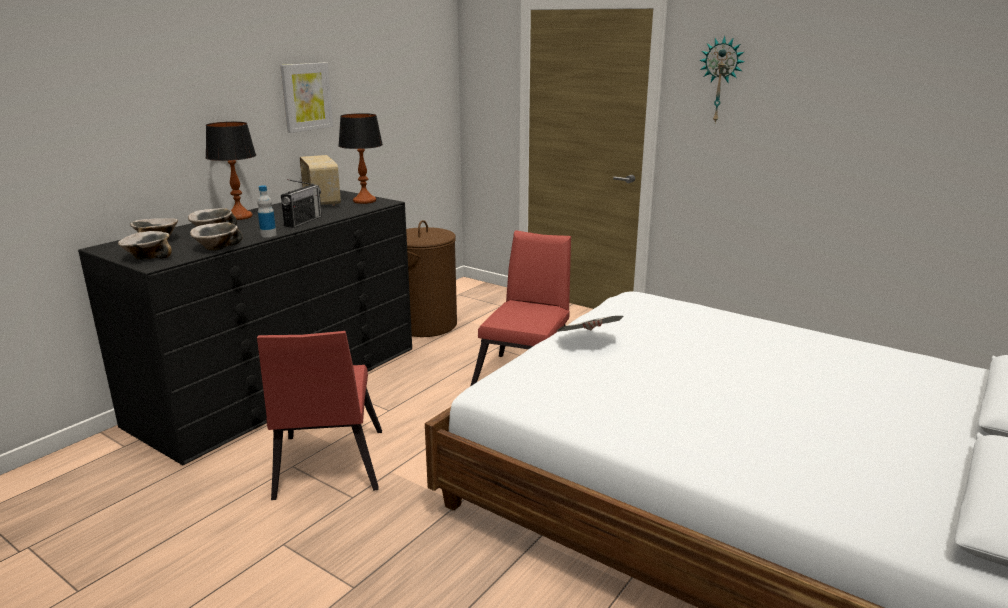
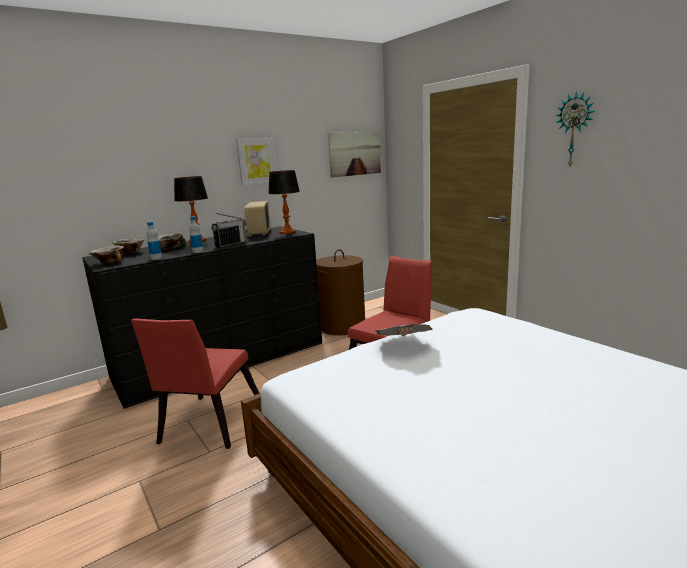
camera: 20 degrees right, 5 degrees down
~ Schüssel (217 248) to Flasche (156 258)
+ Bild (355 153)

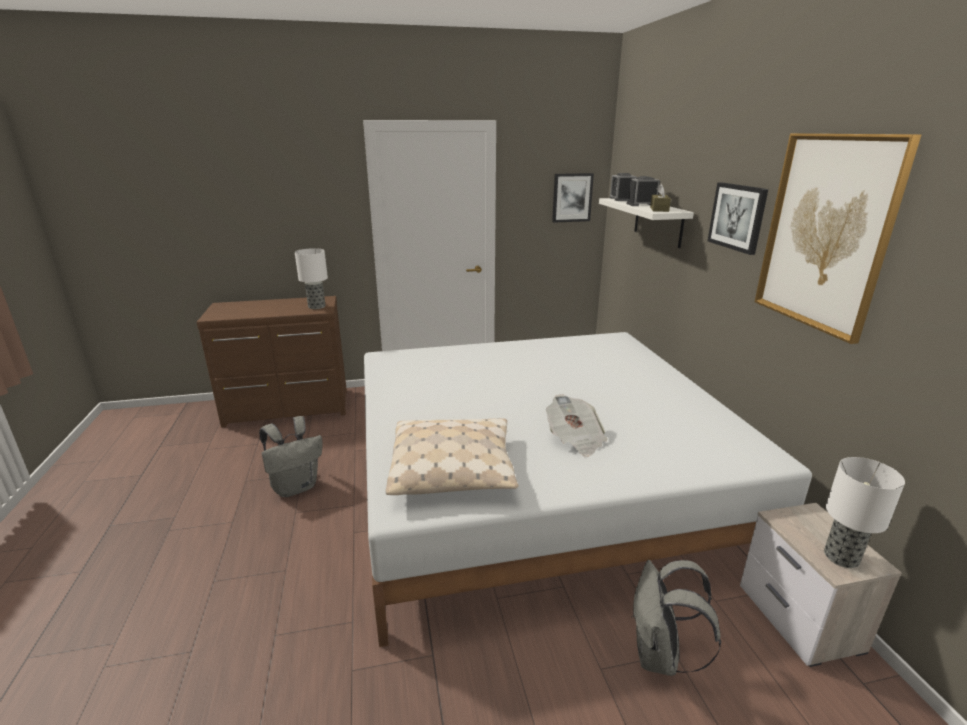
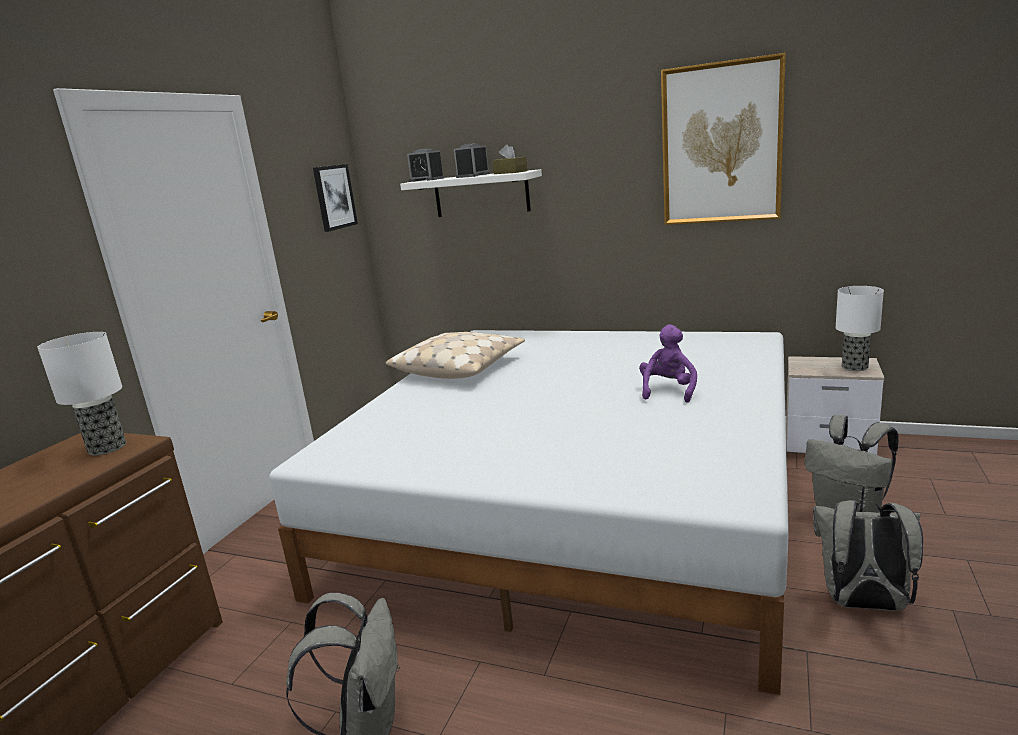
camera: 55 degrees left, 5 degrees down
~ Kissen/beige (453 469) to (459 367)
~ Zeitung (575 439) to Plüschtier/lila (668 391)
- Bild (737 217)
+ Rucksack/grau (863 604)

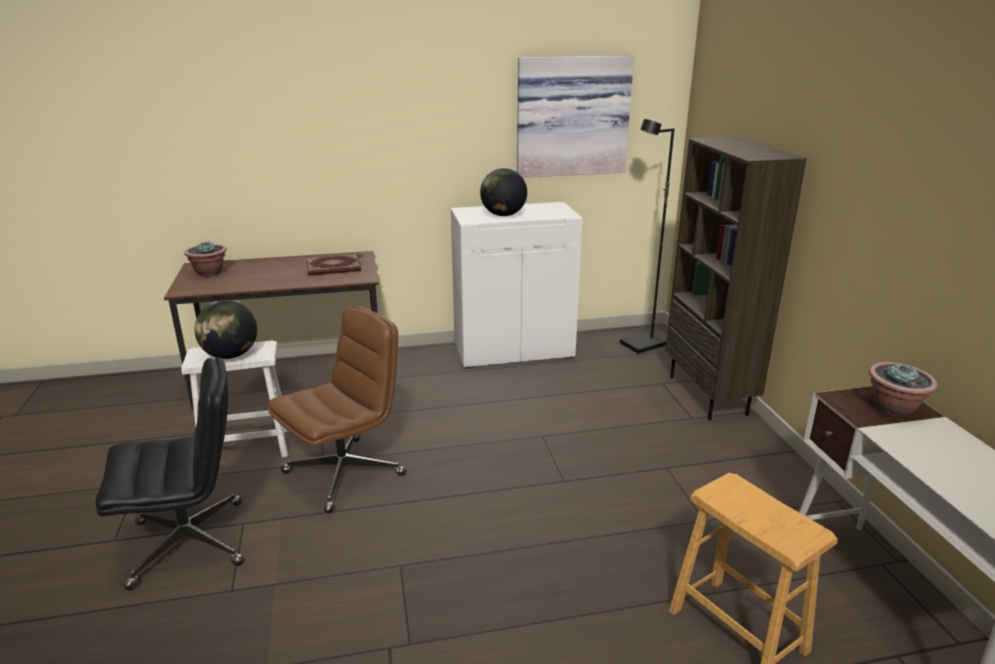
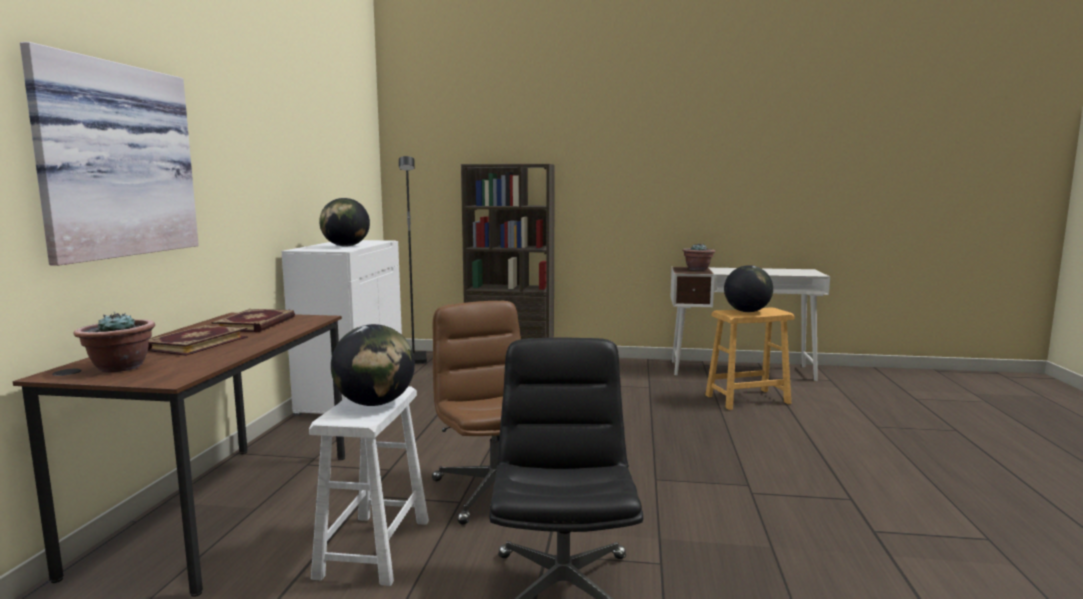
camera: 70 degrees left, 15 degrees down
~ Bild (572 116) to (113 160)
+ Buch (195 343)
+ Globus (747 311)

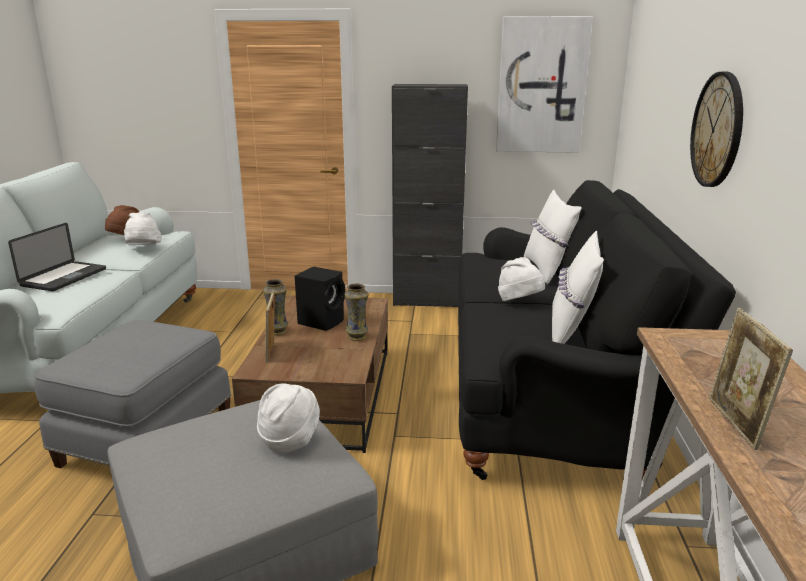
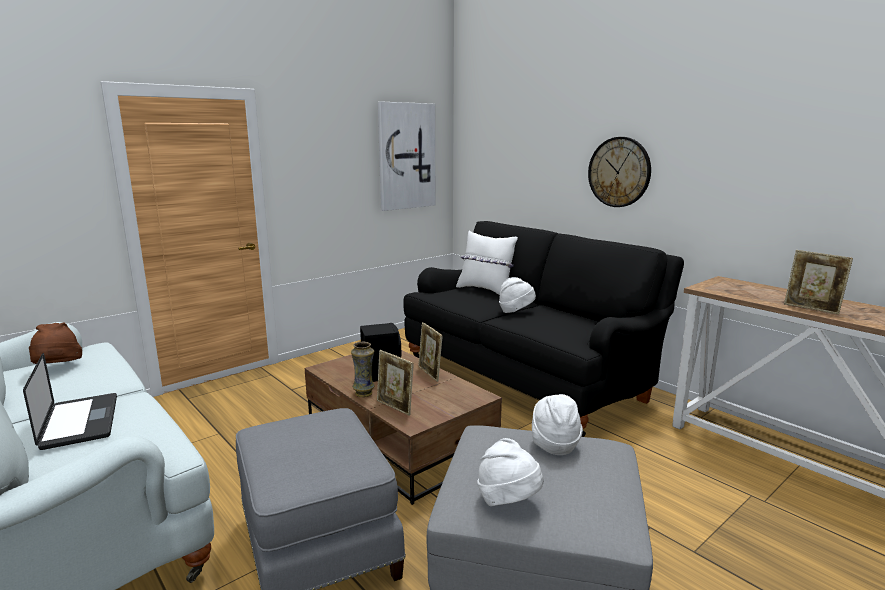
camera: 45 degrees left, 5 degrees down
~ Hut/weiß (143 248) to (508 501)
~ Vase (357 337) to Bilderrahmen (430 374)
- Schrank/schwarz (427 301)
- Kissen/weiß (571 332)

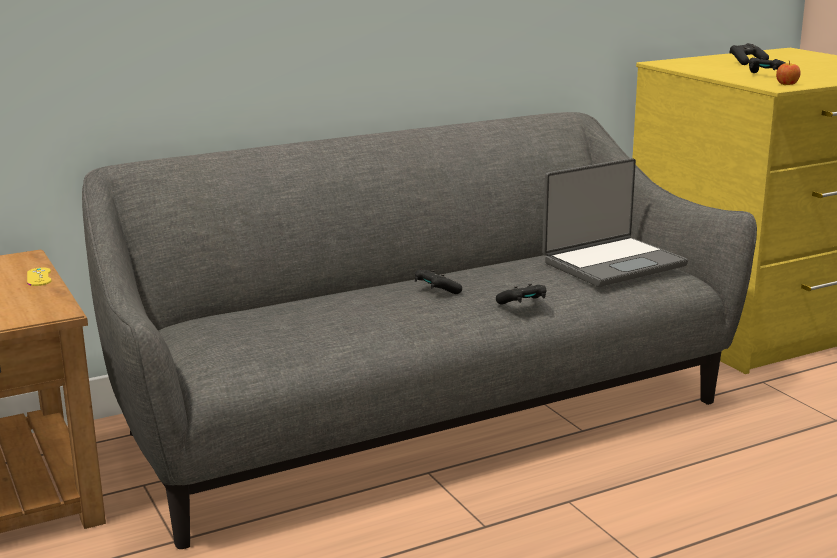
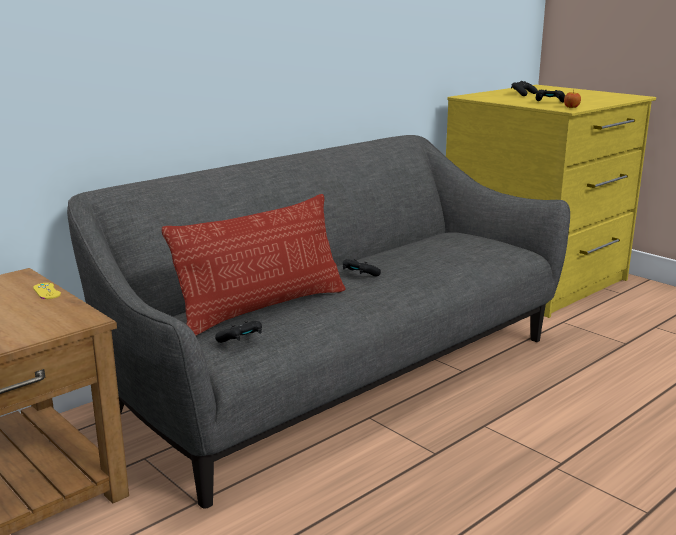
camera: 15 degrees left, 0 degrees up
~ Gamepad/schwarz (523 304) to (241 340)
- Laptop (612 263)
+ Kissen (262 309)

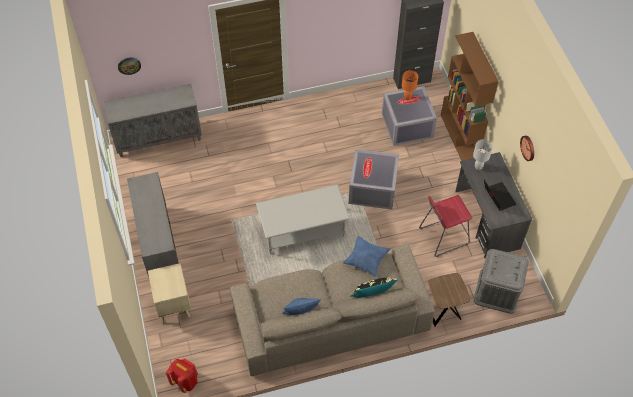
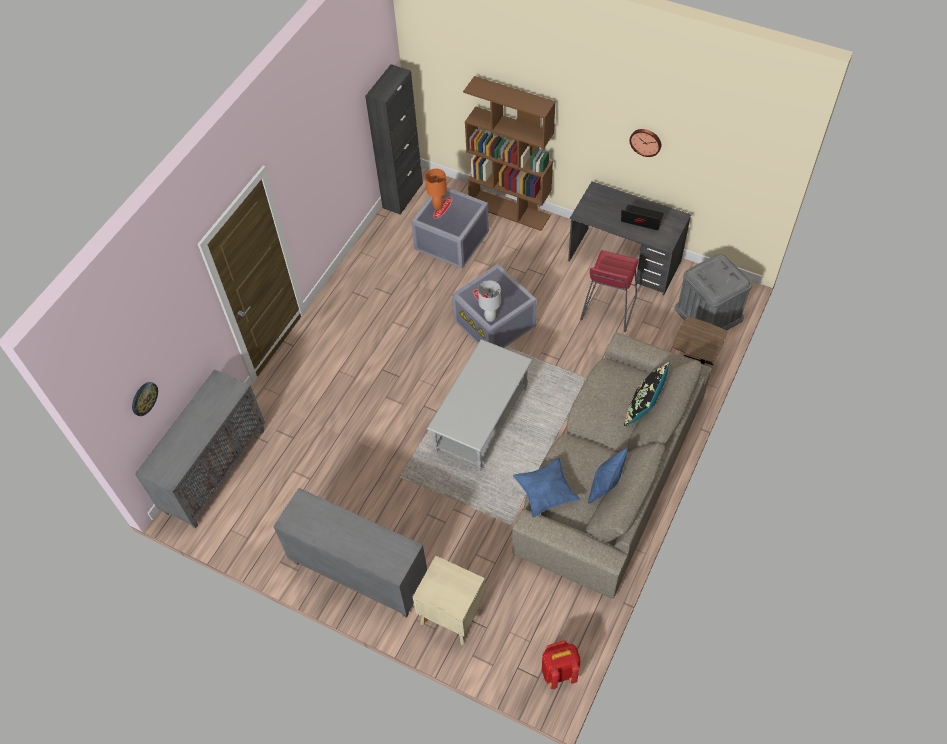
camera: 45 degrees left, 0 degrees up
~ Kissen/blau (366 260) to (546 492)
~ Tischlampe/weiß (478 167) to (490 317)

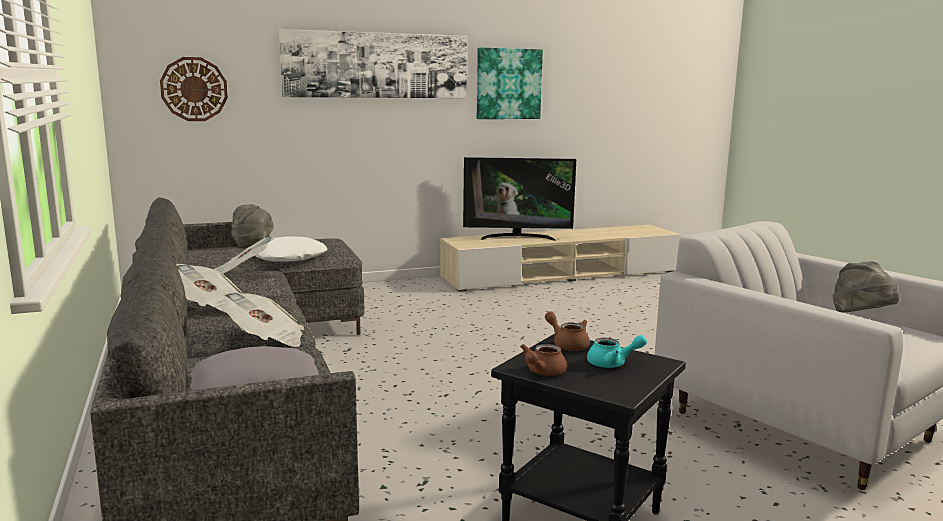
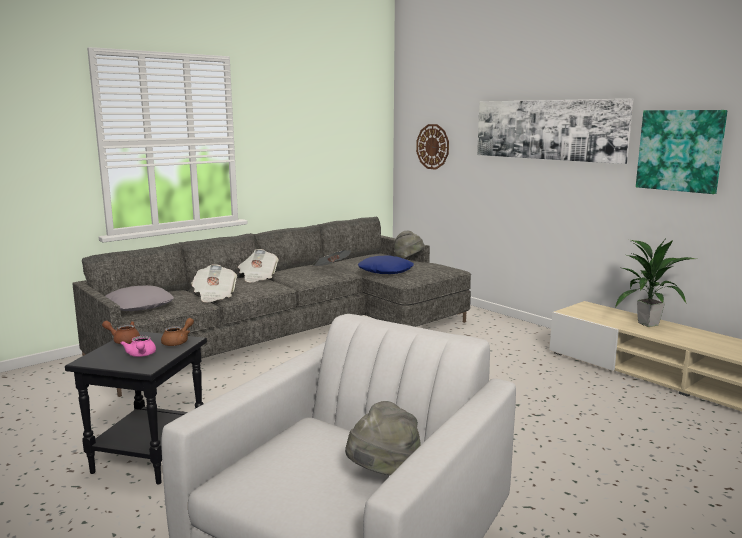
camera: 70 degrees right, 0 degrees up
~ Kissen/weiß (288 257) to Kissen/blau (386 271)
~ Fernseher (517 237) to Topfpflanze (647 323)
~ Teekanne/türkis (612 364) to Teekanne/rosa (141 355)

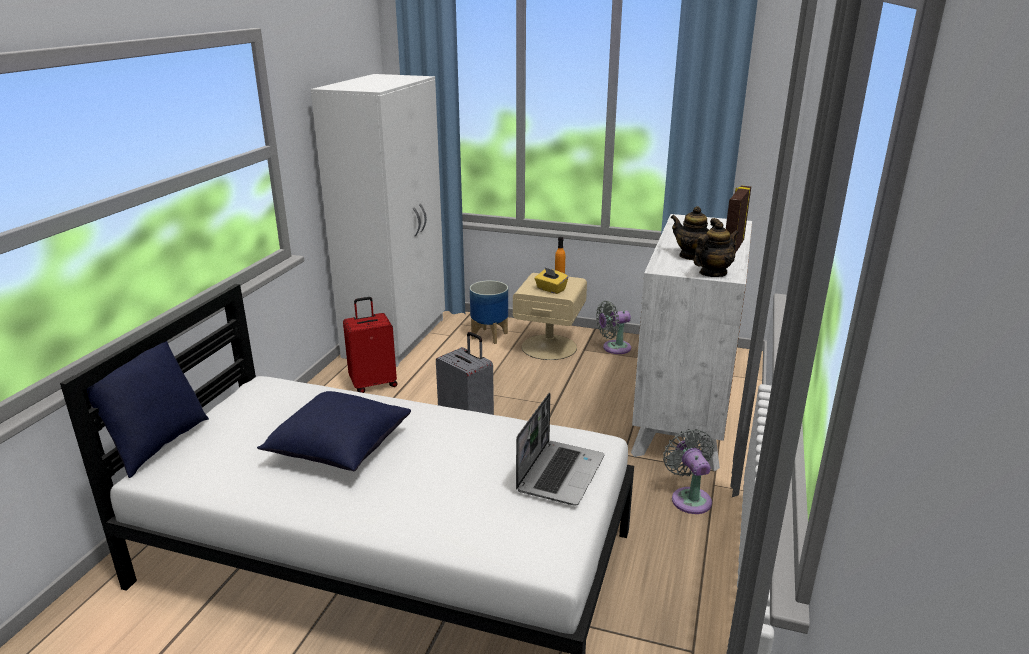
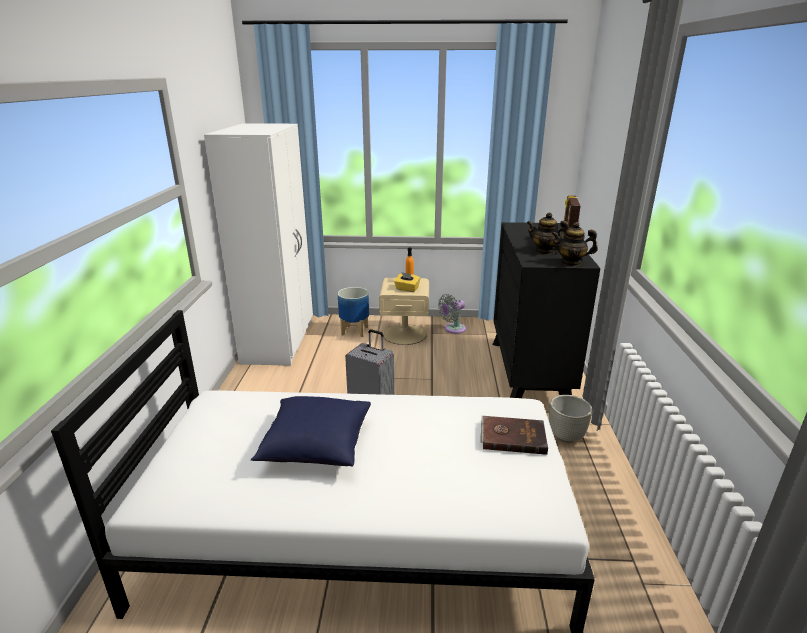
camera: 15 degrees left, 0 degrees up
- Kissen/blau (156 445)
- Koffer/rot (373 384)
~ Laptop (560 473) to Buch/braun (512 436)
~ Kommode/weiß (684 416) to Kommode/schwarz (529 374)
~ Ventilator/grau (689 498) to Pflanzkübel/grau (566 436)
~ Teekanne (712 273) = (571 262) 120 degrees counterclockwise

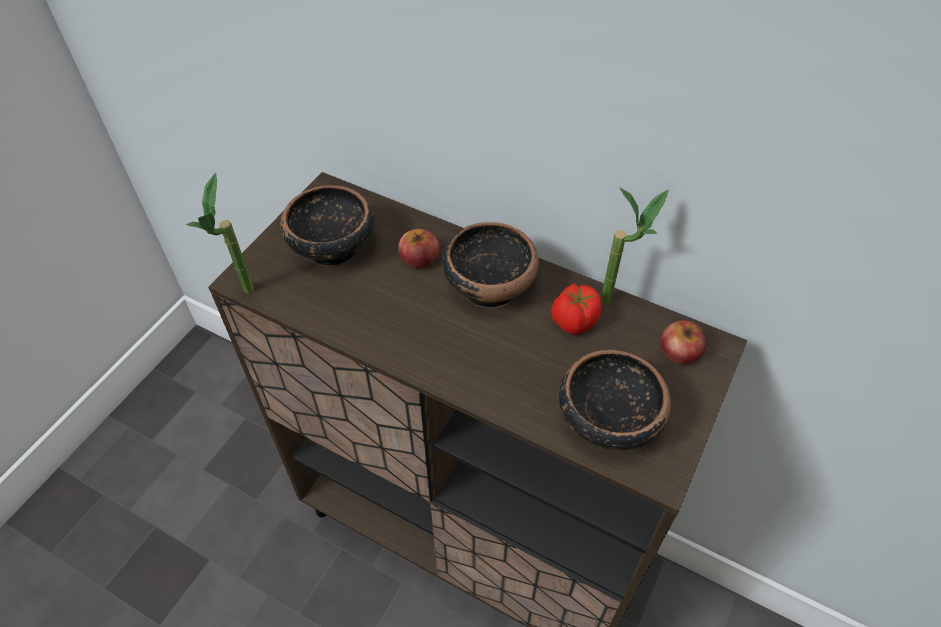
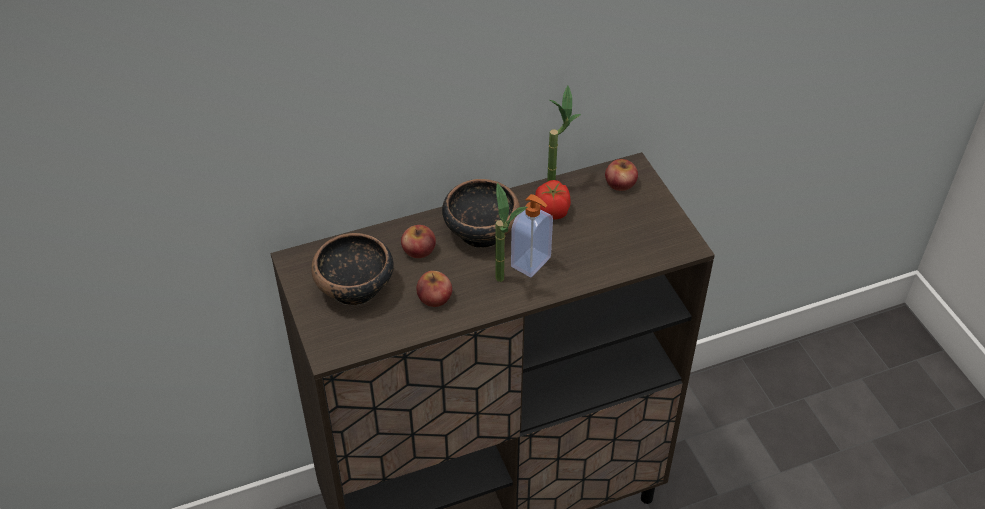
camera: 50 degrees left, 5 degrees down
~ Topfpflanze (244 298) to (506 284)
- Schüssel (607 419)
+ Apfel (434 297)
+ Seifenspender (532 263)

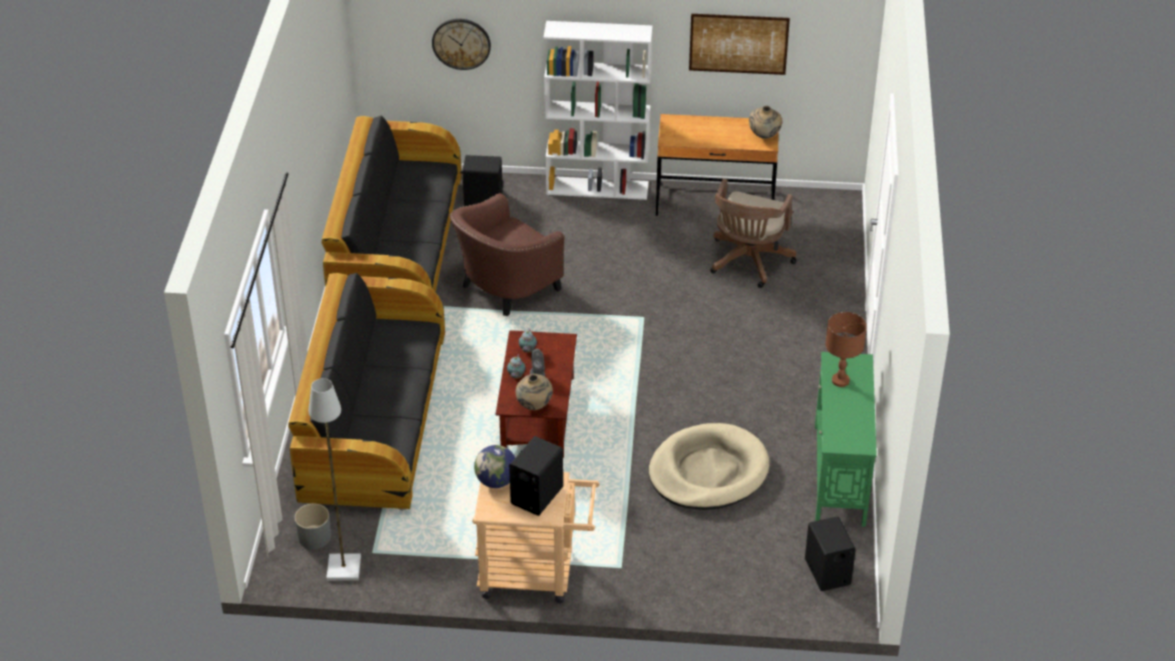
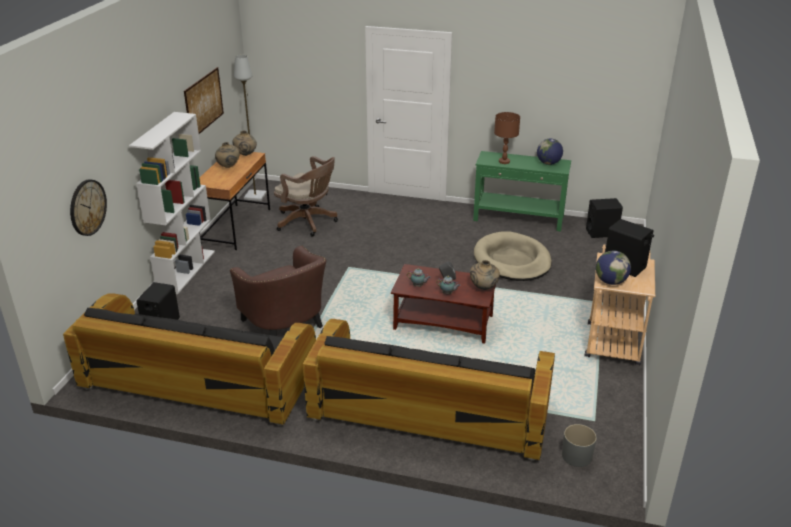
camera: 80 degrees left, 10 degrees down
~ Stehlampe/grau (344 568) to (255 196)
+ Vase/beige (228 167)
+ Globus (548 163)

